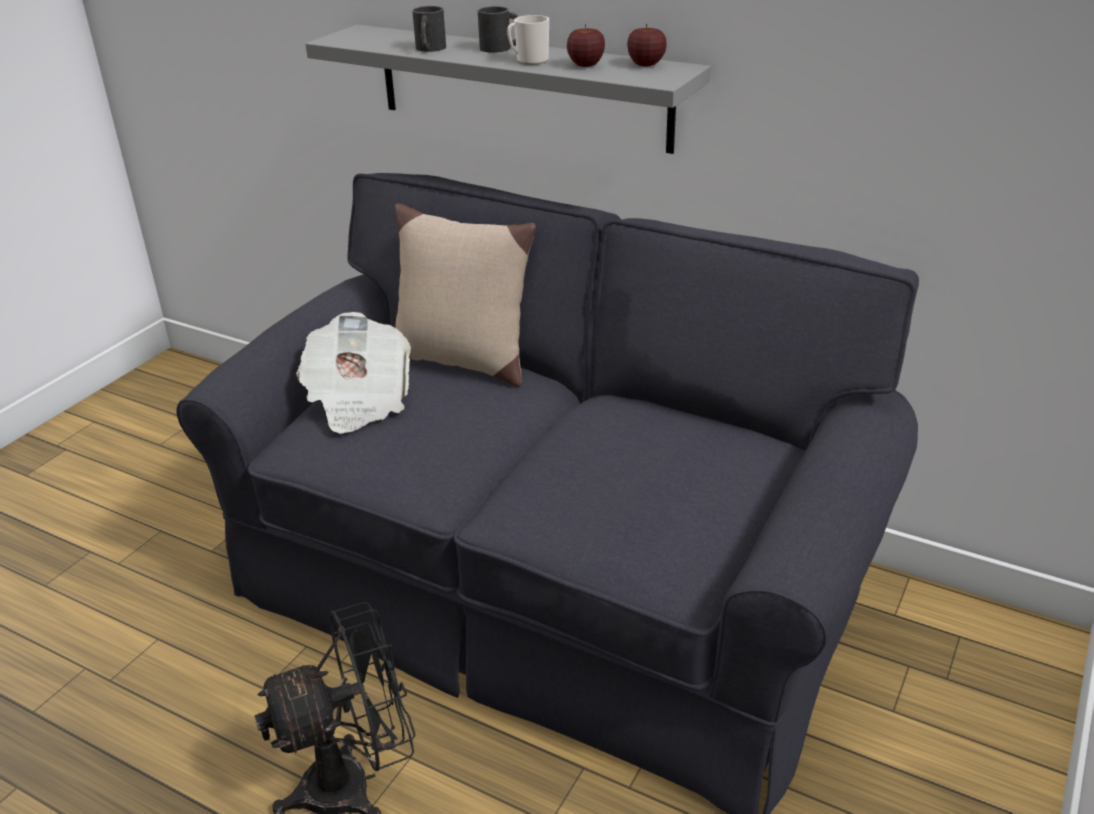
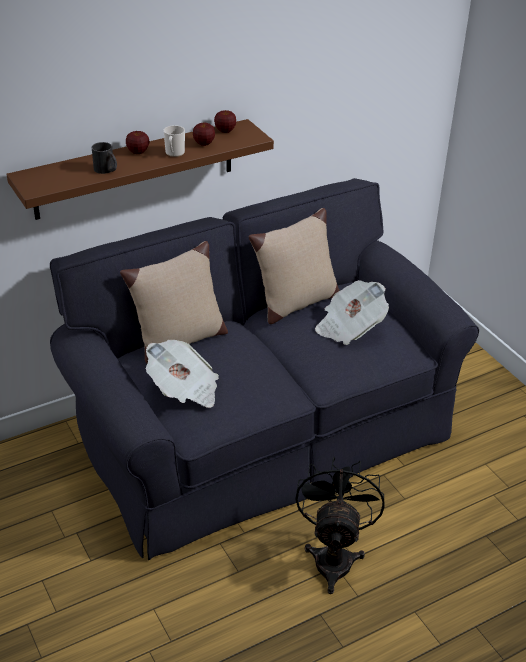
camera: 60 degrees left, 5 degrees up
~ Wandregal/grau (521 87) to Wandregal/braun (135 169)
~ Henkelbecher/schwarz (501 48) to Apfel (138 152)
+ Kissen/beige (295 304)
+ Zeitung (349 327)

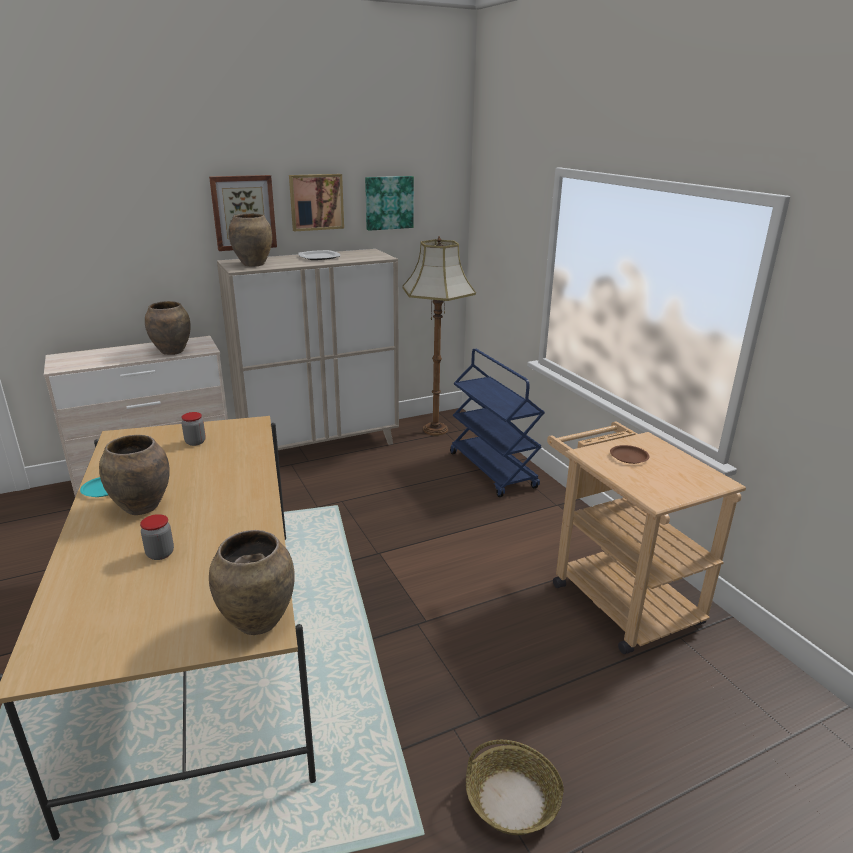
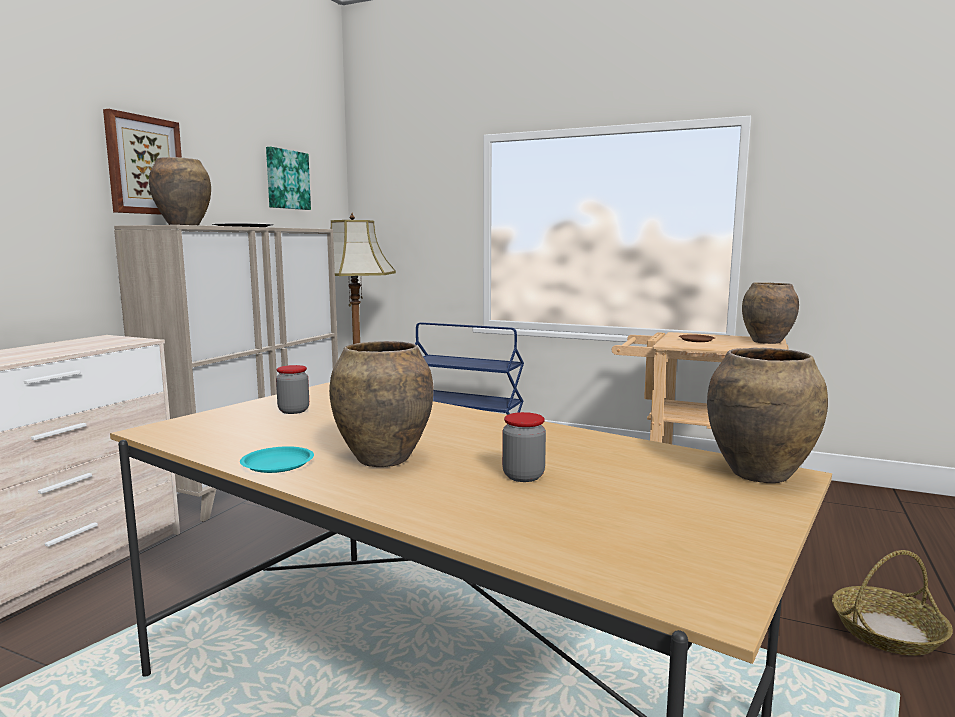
camera: 40 degrees left, 15 degrees down
~ Vase/braun (172 351) to (766 342)
- Bild (316 202)

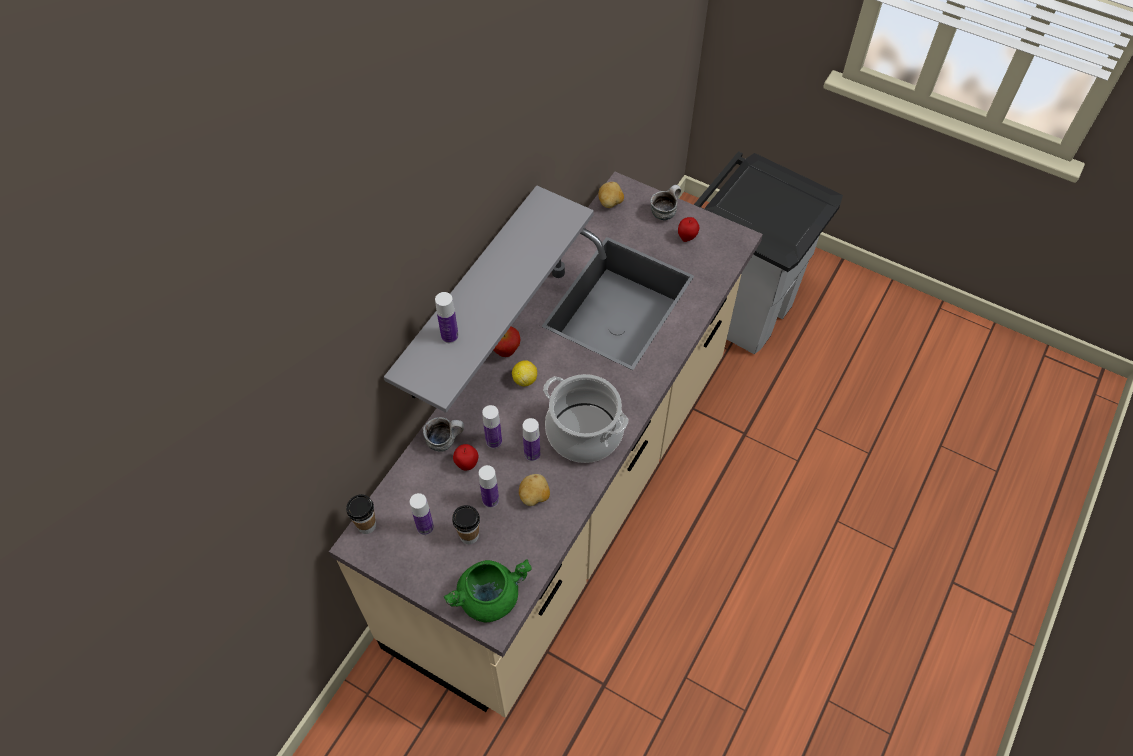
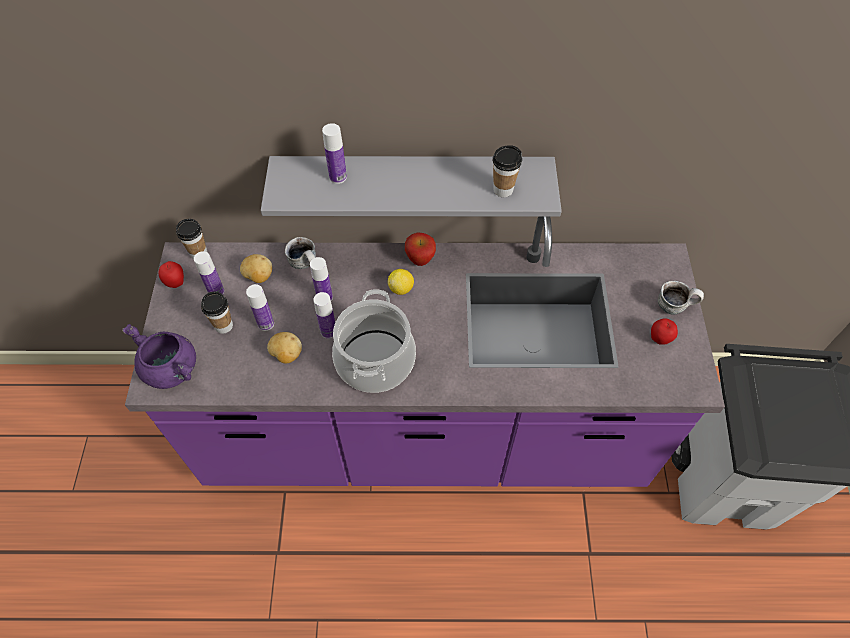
camera: 60 degrees right, 0 degrees up
~ Küchenzeile/beige (566 500) to Küchenzeile/lila (425 435)
~ Kochtopf/grün (489 596) to Kochtopf/lila (173 369)
~ Apfel (467 464) to (175 283)
~ Kartoffel (610 203) to (258 276)
+ Tasse (503 190)

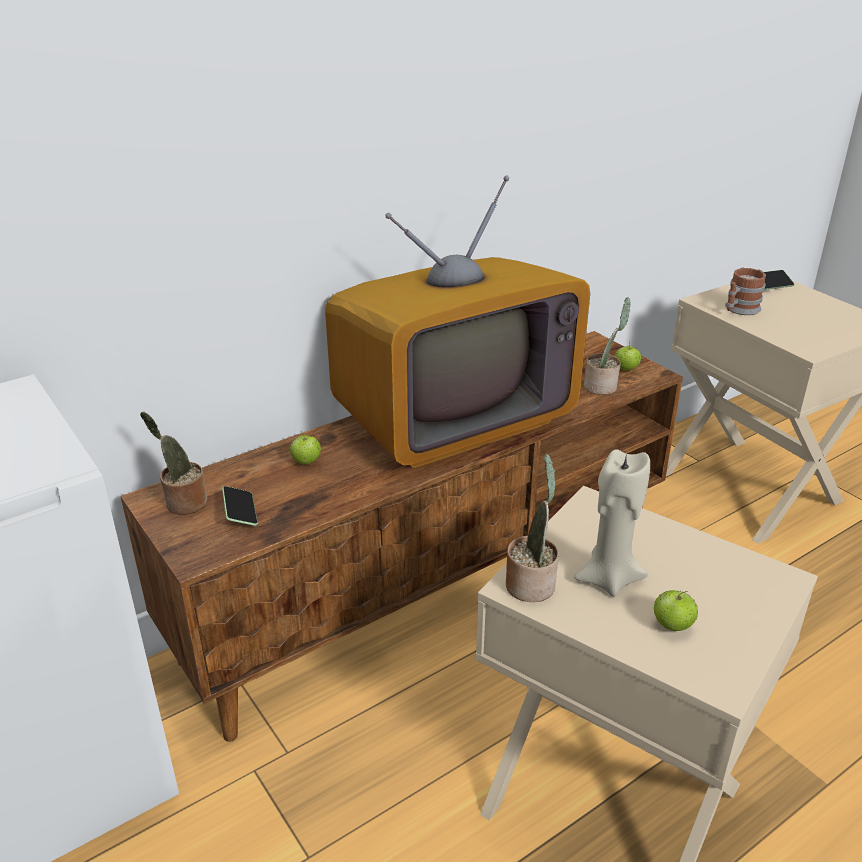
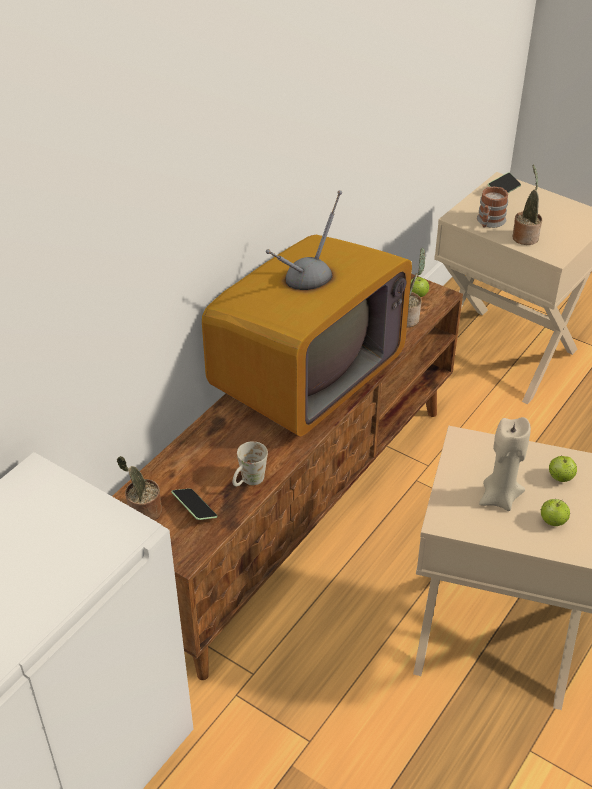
camera: 20 degrees left, 10 degrees up
~ Apfel (306 462) to (560 478)
~ Topfpflanze (531 583) to (525 236)
+ Henkelbecher/weiß (248 482)

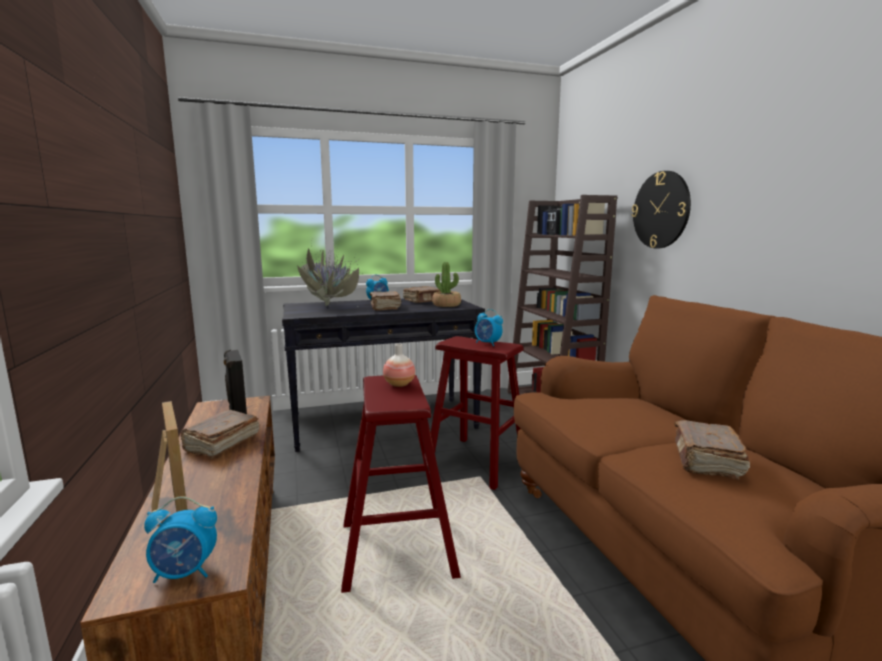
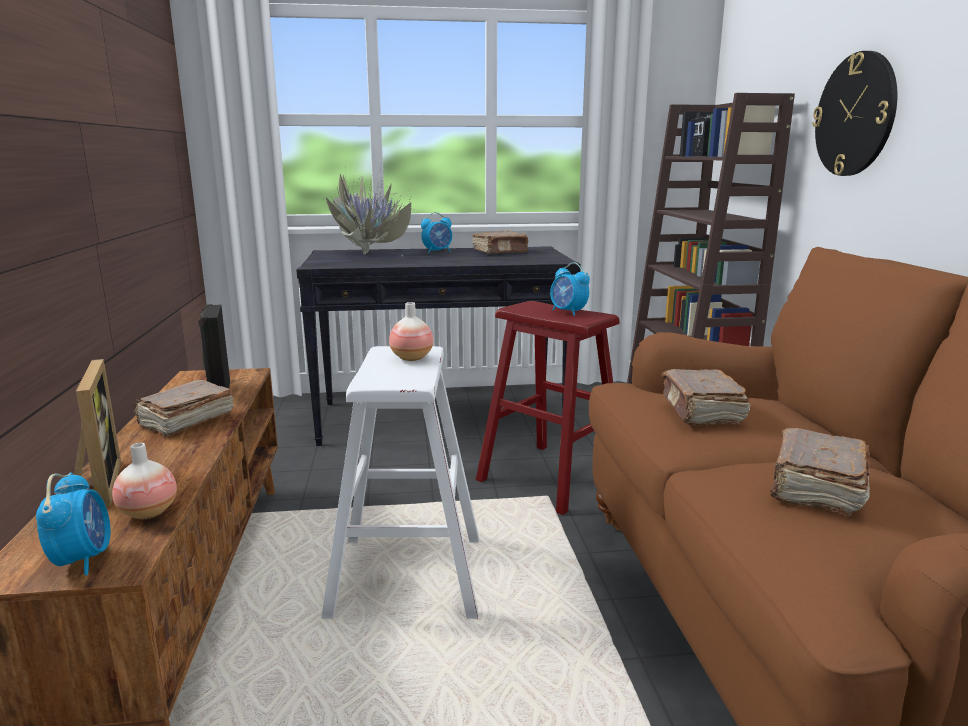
camera: 10 degrees right, 5 degrees up
~ Wecker (185 573) = (83 559) 105 degrees counterclockwise
~ Hocker/rot (397 549) to Hocker/weiß (407 575)
~ Buch/braun (384 307) to (701 411)
- Topfpflanze (446 305)
+ Vase (148 512)

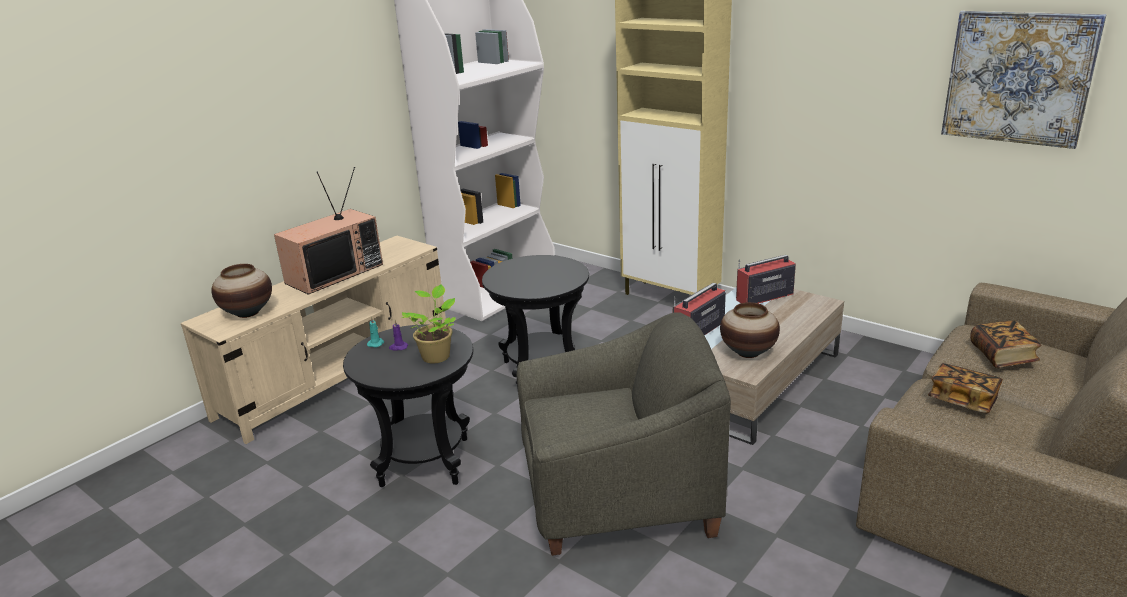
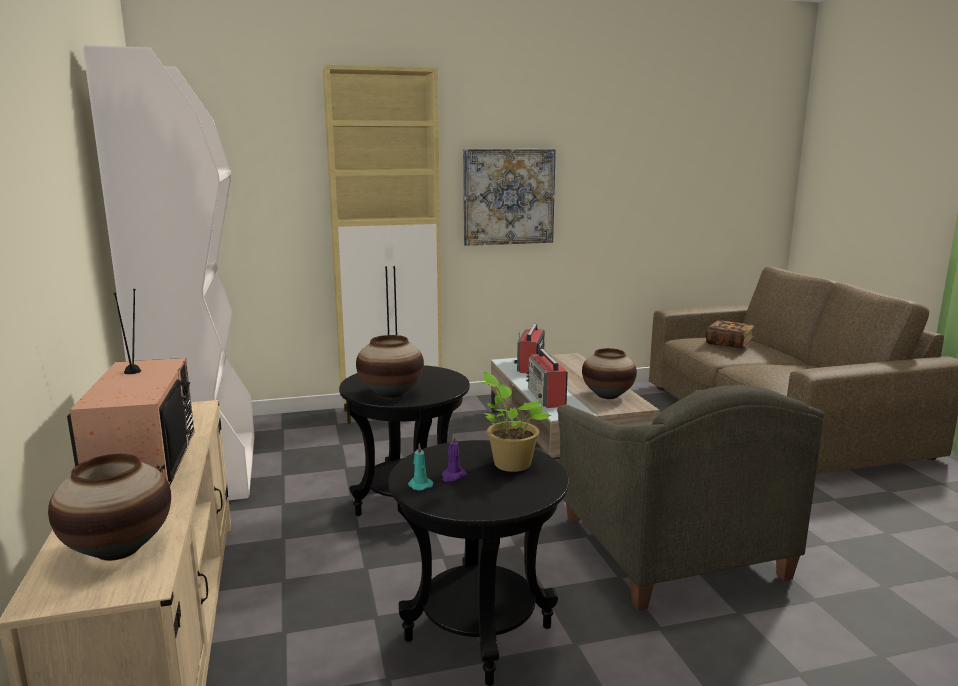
camera: 55 degrees left, 10 degrees down
~ Sessel/grau (618 497) = (667 548) 135 degrees clockwise
- Buch (962 400)
~ Bild (1018 78) to (508 196)
+ Vase (390 394)

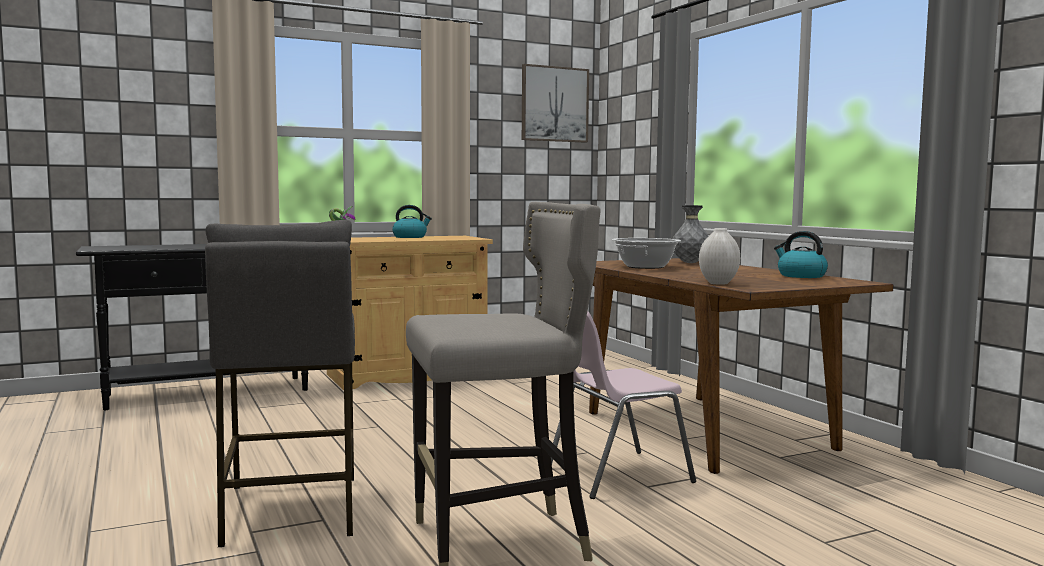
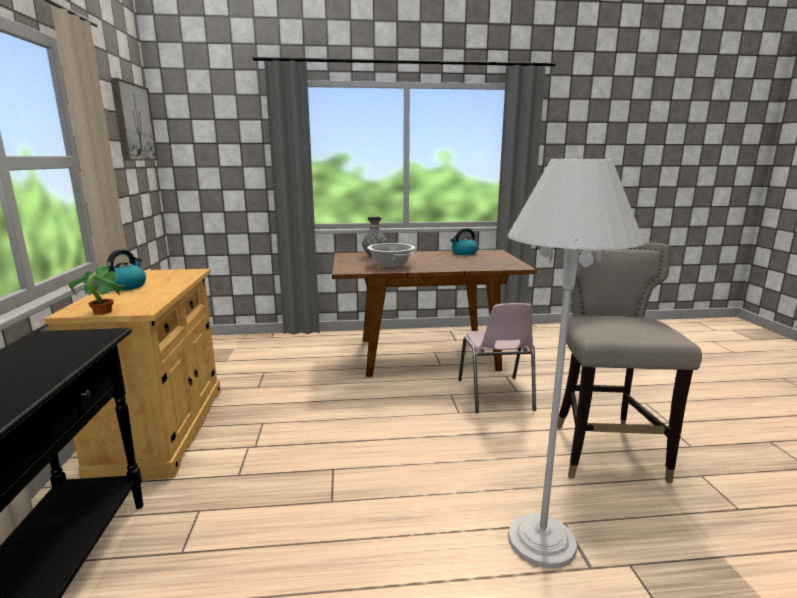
camera: 70 degrees left, 10 degrees up
~ Hocker/grau (290 509) to Stehlampe/weiß (542 541)
- Vase/weiß (719 283)

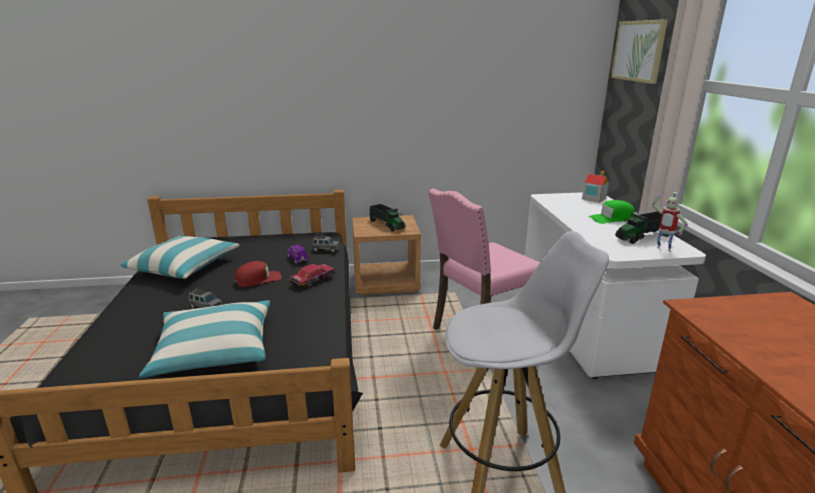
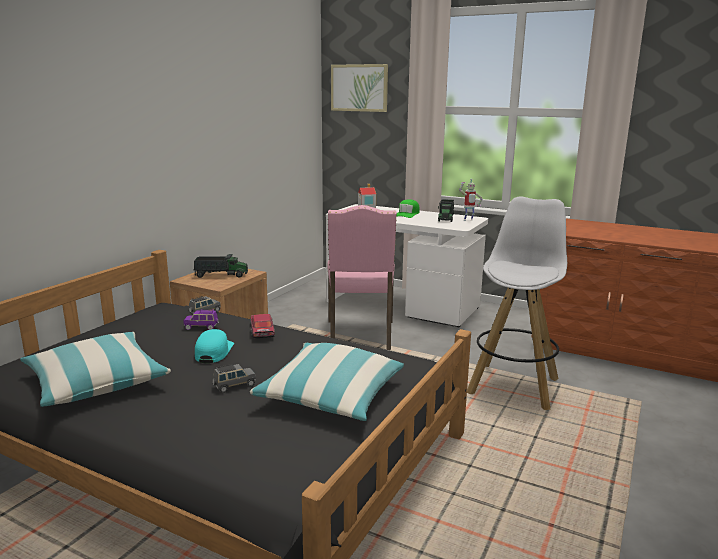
camera: 55 degrees left, 5 degrees down
~ Kappe/rot (258 279) to Kappe/türkis (214 352)

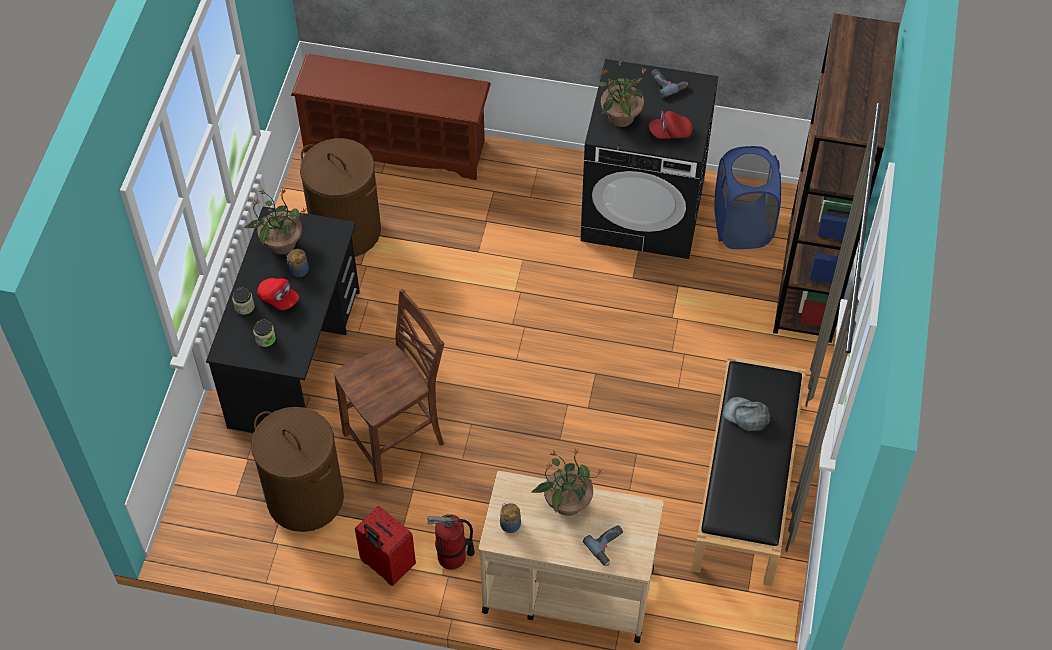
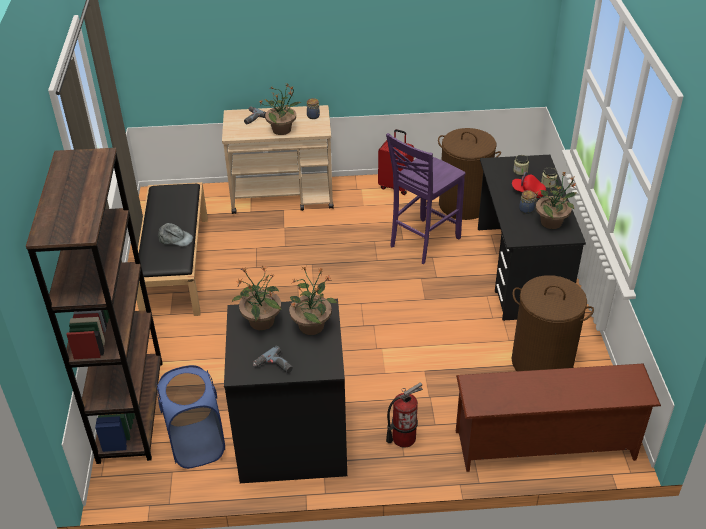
camera: 165 degrees right, 15 degrees down
~ Stuhl/braun (397 440) to Stuhl/lila (422 242)
~ Feuerlöscher (452 557) to (403 438)
~ Kappe/rot (670 132) to Topfpflanze (261 322)

